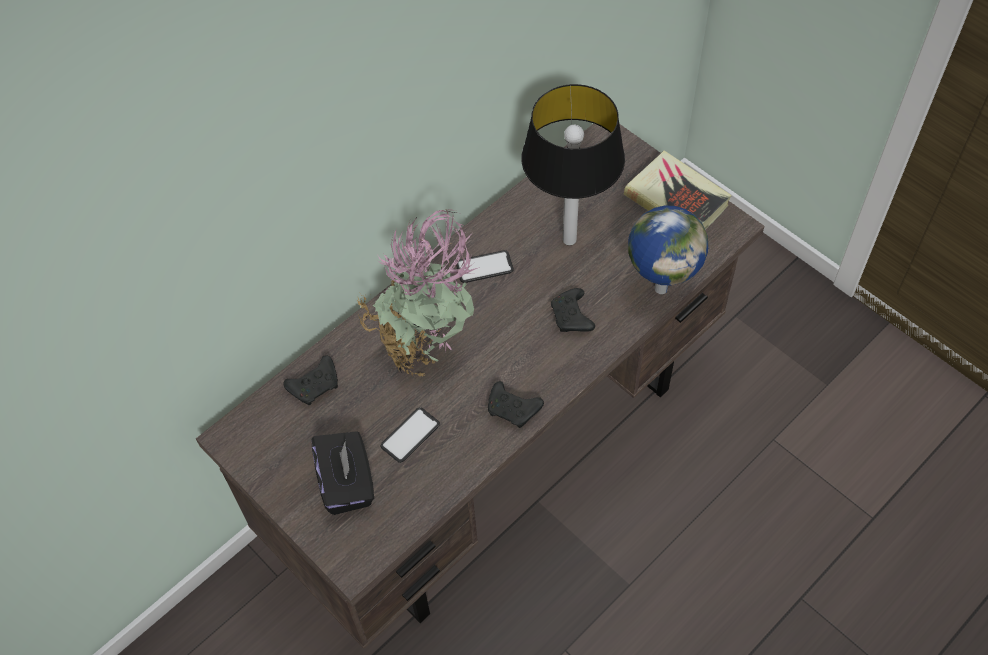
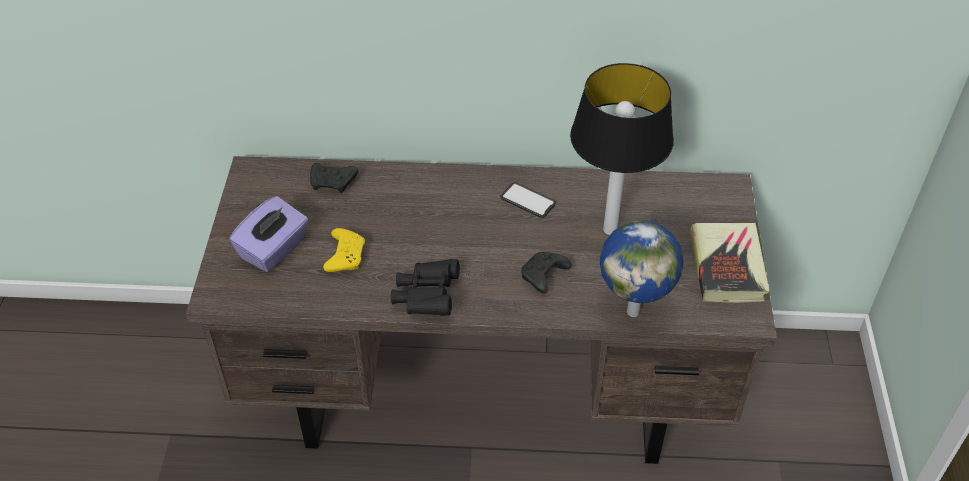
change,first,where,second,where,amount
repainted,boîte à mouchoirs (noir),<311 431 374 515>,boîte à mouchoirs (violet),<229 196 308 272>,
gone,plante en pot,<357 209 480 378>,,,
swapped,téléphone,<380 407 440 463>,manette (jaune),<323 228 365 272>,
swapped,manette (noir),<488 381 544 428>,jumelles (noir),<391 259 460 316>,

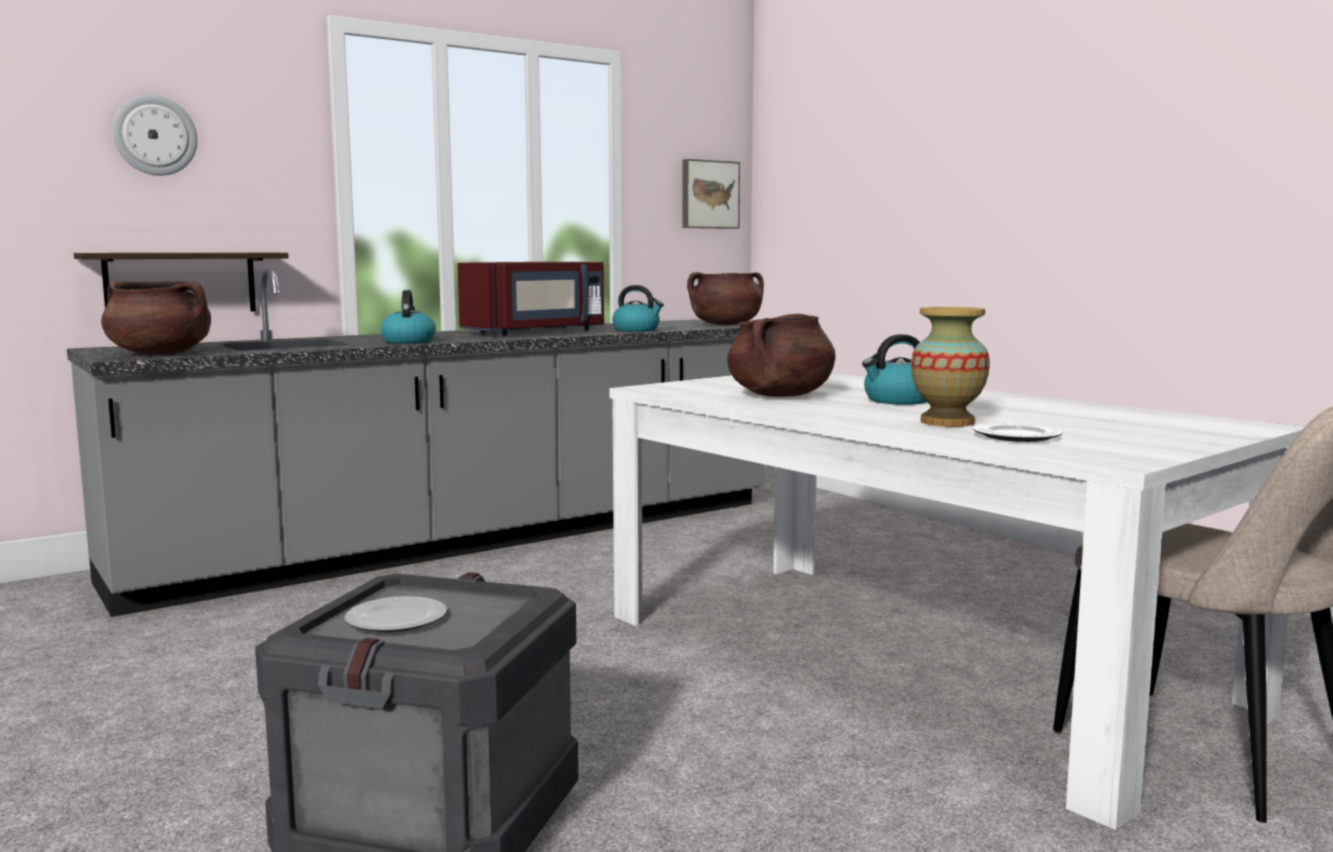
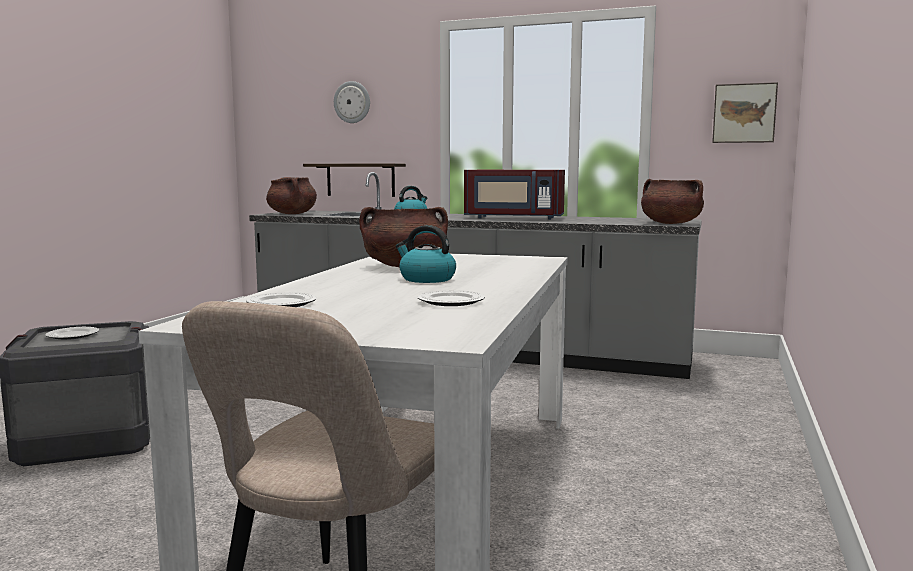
change,first,where,second,where,amount
gone,bouilloire,<612 285 664 332>,,,
gone,vase,<911 307 990 427>,,,
new,,,assiette,<418 290 485 306>,

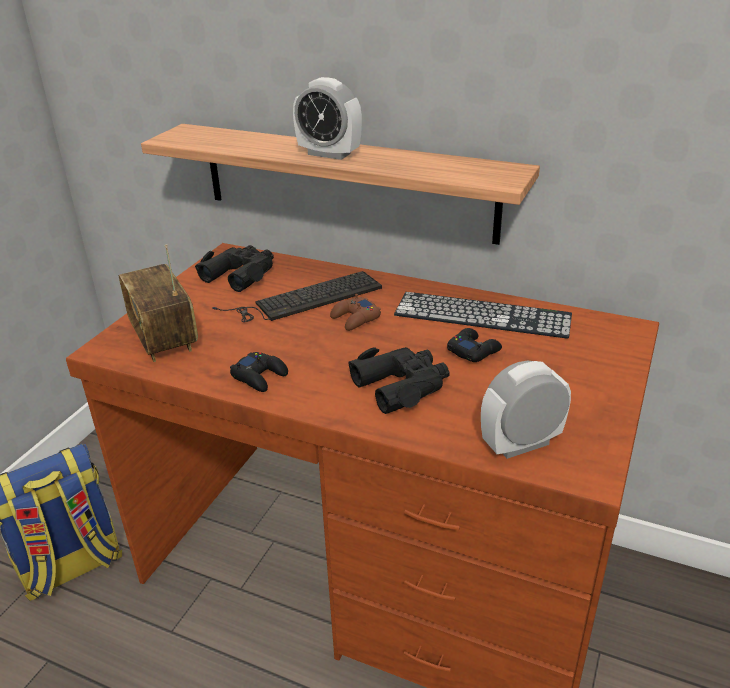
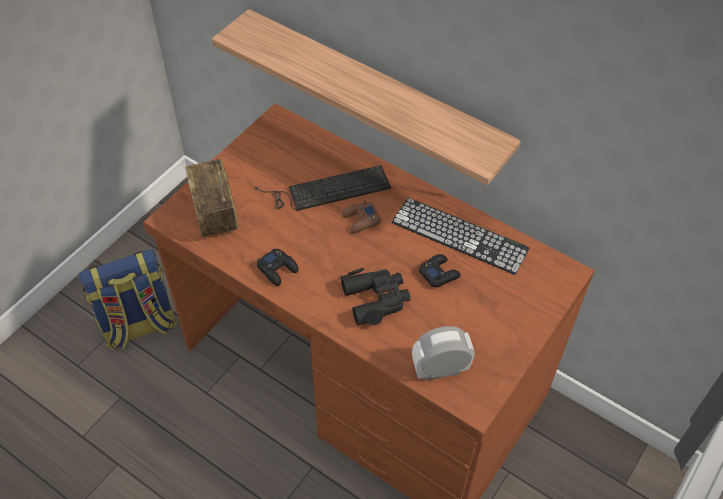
change,first,where,second,where,amount
gone,jumelles (noir),<195 245 274 292>,,,
gone,réveil,<293 77 362 160>,,,

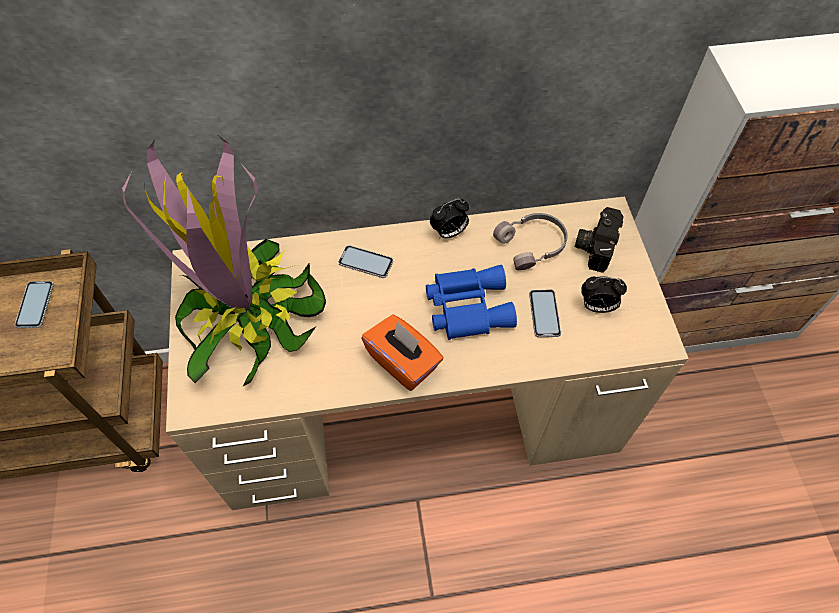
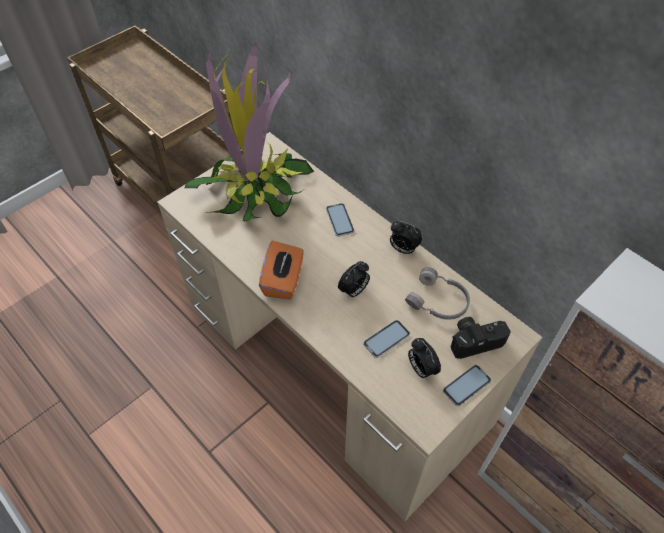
change,first,where,second,where,amount
shifted,téléphone,<15 281 54 328>,,<443 365 491 406>,
swapped,jumelles (bleu),<426 265 517 340>,réveil,<338 261 370 299>,

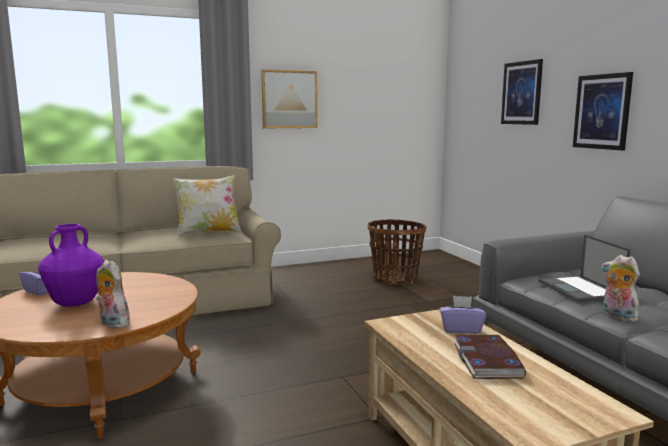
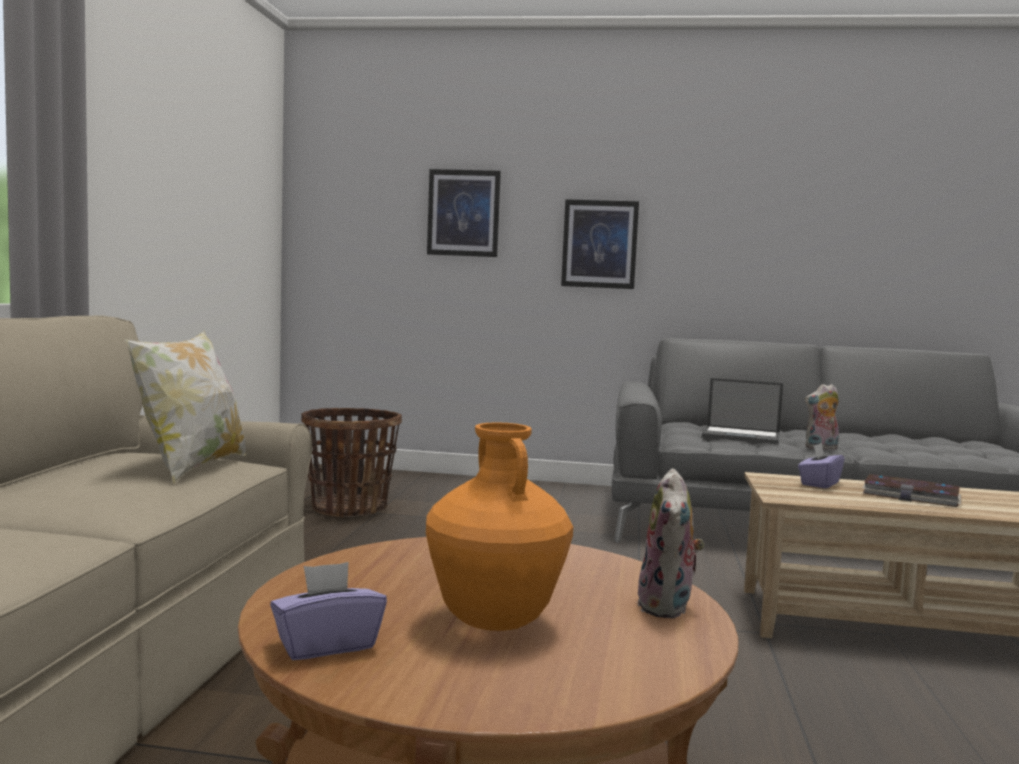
change,first,where,second,where,amount
repainted,vase (violet),<38 224 104 307>,vase (orange),<426 422 573 631>,
rotated,peluche,<96 260 130 329>,,<636 468 705 618>,60 degrees counterclockwise
gone,tableau,<261 69 318 128>,,,

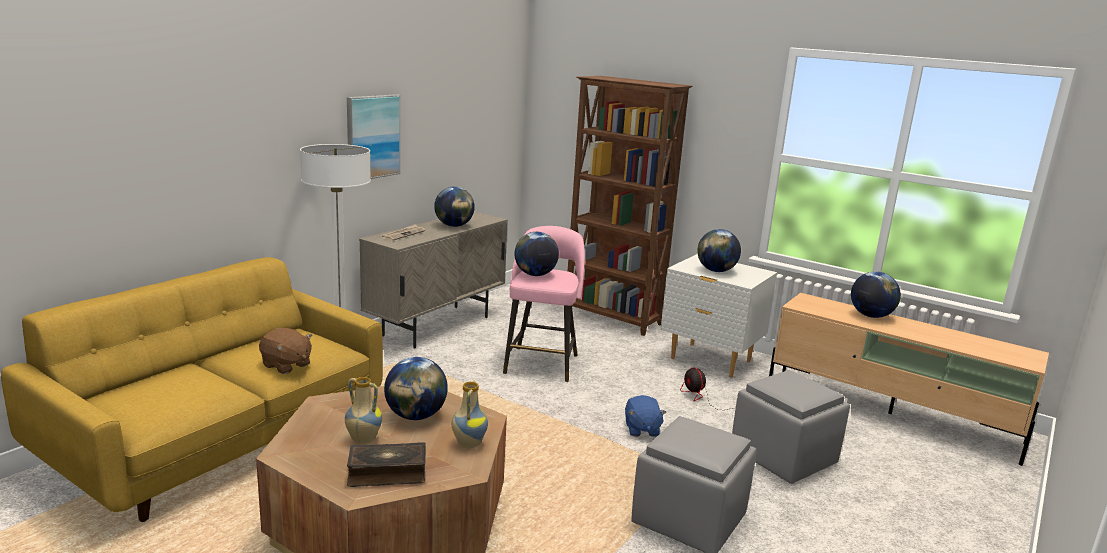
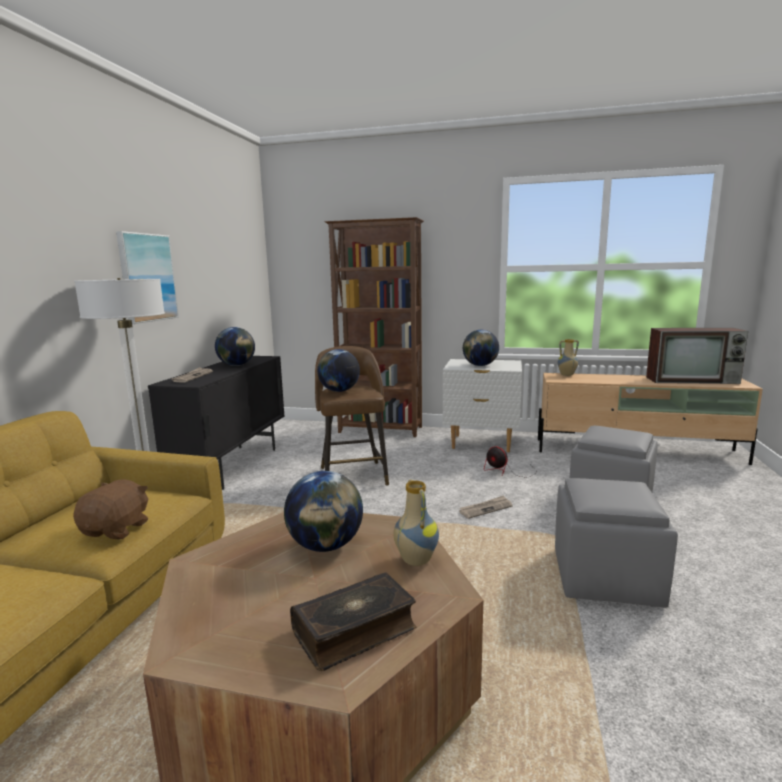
change,first,where,second,where,amount
rotated,peluche (marron),<259 328 312 374>,,<73 479 148 540>,90 degrees counterclockwise
shifted,vase,<345 377 382 444>,,<558 339 579 376>,
repainted,meuble de rangement (beige),<359 211 508 349>,meuble de rangement (noir),<148 356 284 490>,
repainted,tabouret (rose),<503 226 585 382>,tabouret (marron),<315 346 389 486>,
swapped,peluche (bleu),<625 395 666 437>,journal,<459 495 513 519>,
gone,globe,<851 271 901 318>,,,
new,,,téléviseur,<646 328 748 384>,

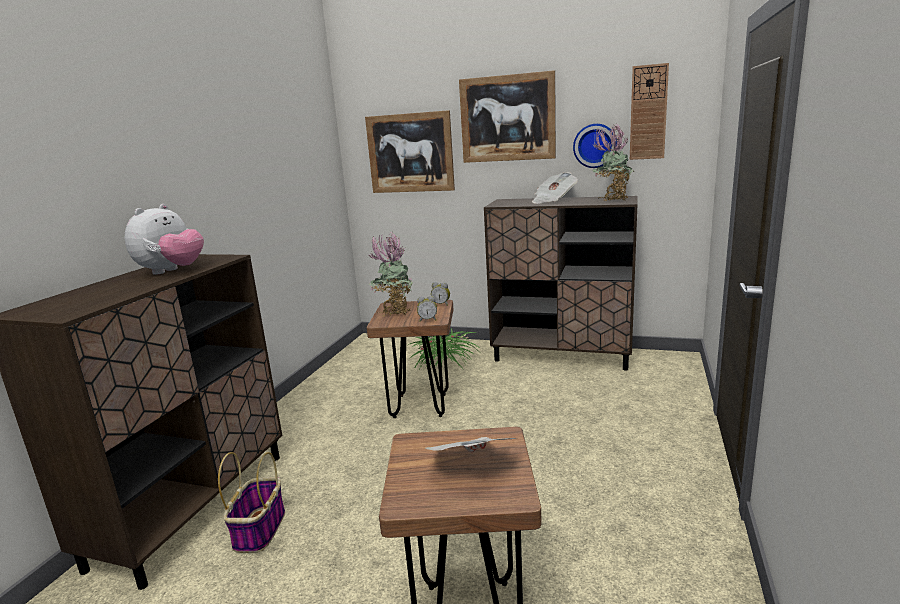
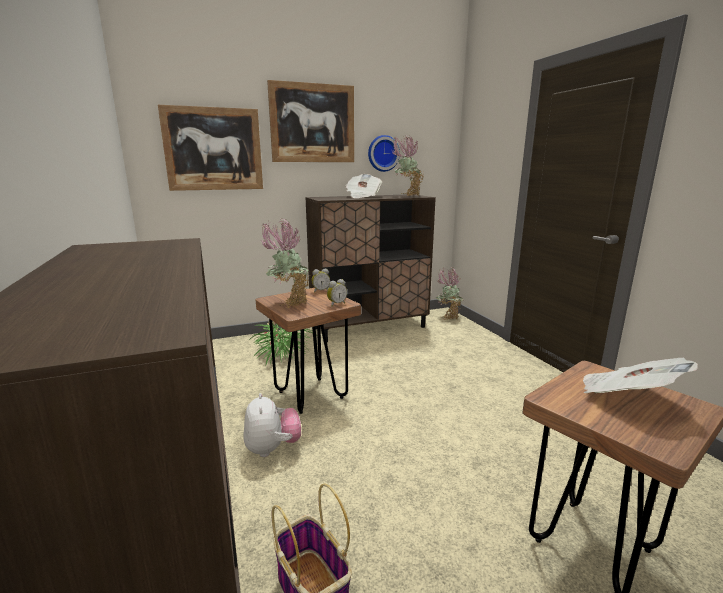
change,first,where,second,where,amount
shifted,peluche,<125 204 204 275>,,<243 393 301 457>,
gone,horloge murale,<630 63 669 160>,,,
new,,,plante en pot,<436 267 463 320>,

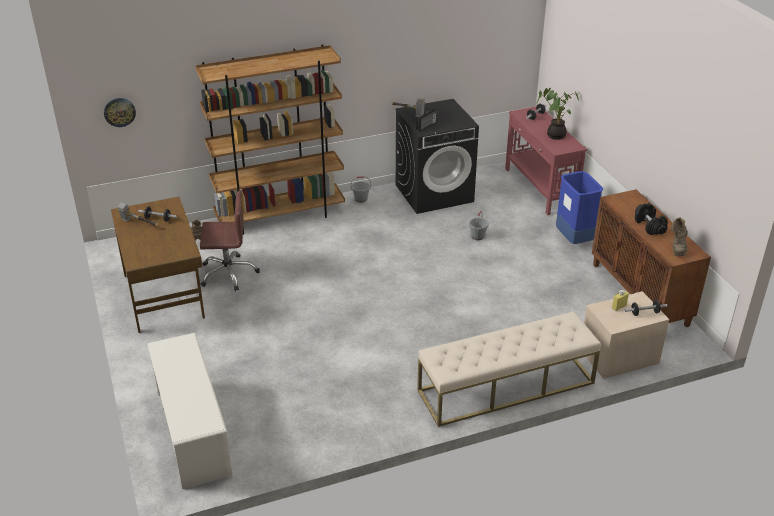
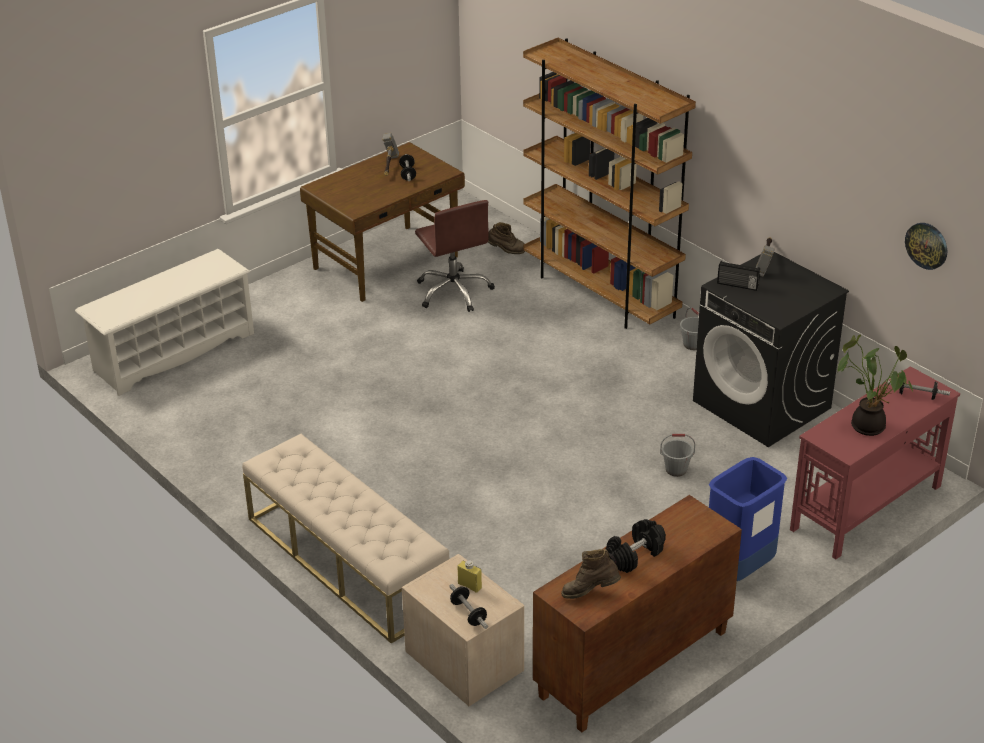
change,first,where,second,where,amount
shifted,horloge murale,<104 98 136 127>,,<905 223 947 270>,

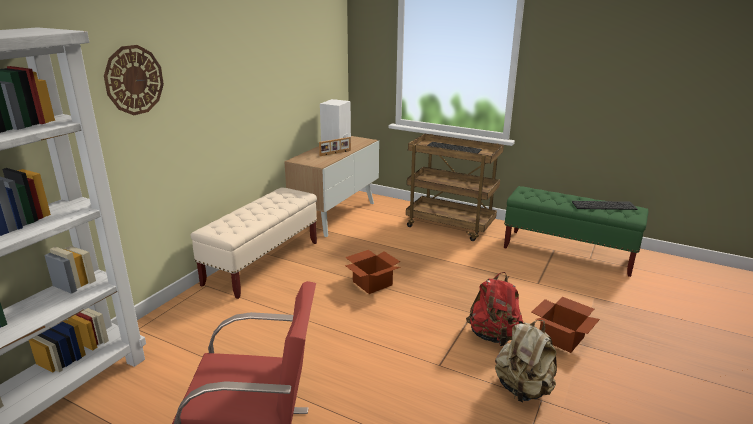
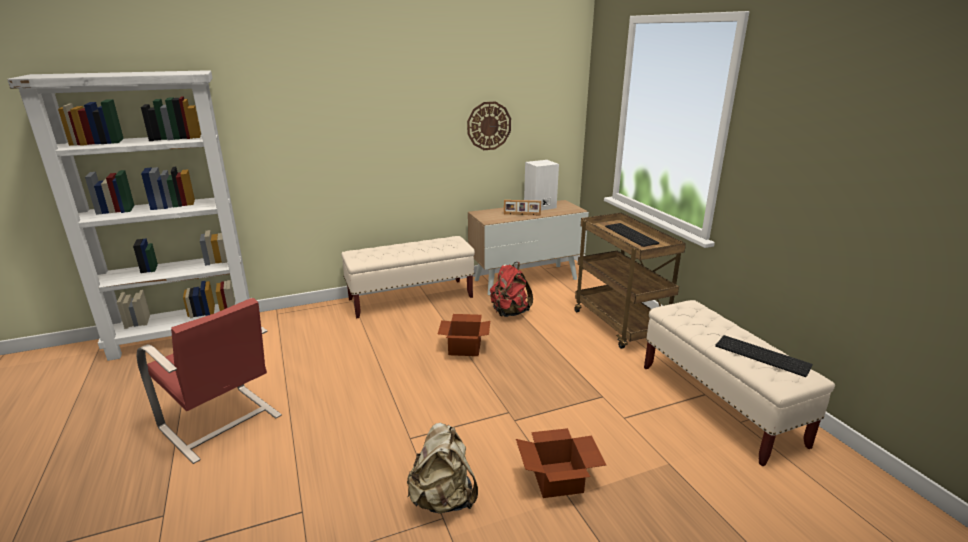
change,first,where,second,where,amount
shifted,horloge murale,<104 45 164 115>,,<467 102 511 150>,
shifted,sac à dos (rouge),<466 272 524 346>,,<490 262 533 317>,
repainted,banc (vert),<504 186 648 277>,banc (beige),<644 300 835 466>,

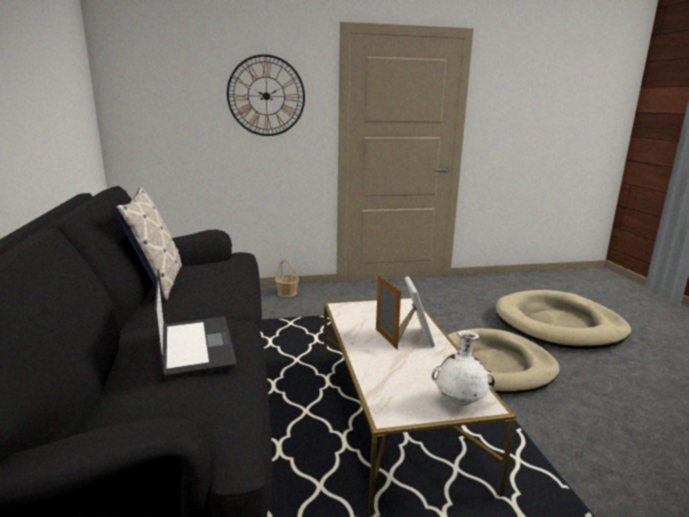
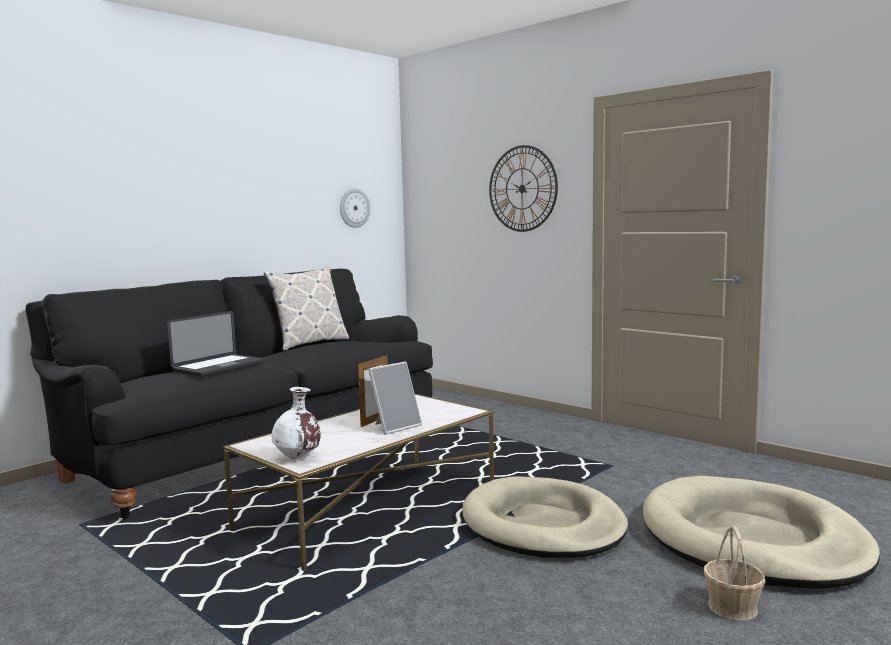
change,first,where,second,where,amount
shifted,panier,<275 260 299 297>,,<704 526 766 621>,
new,,,horloge murale,<340 189 370 228>,

